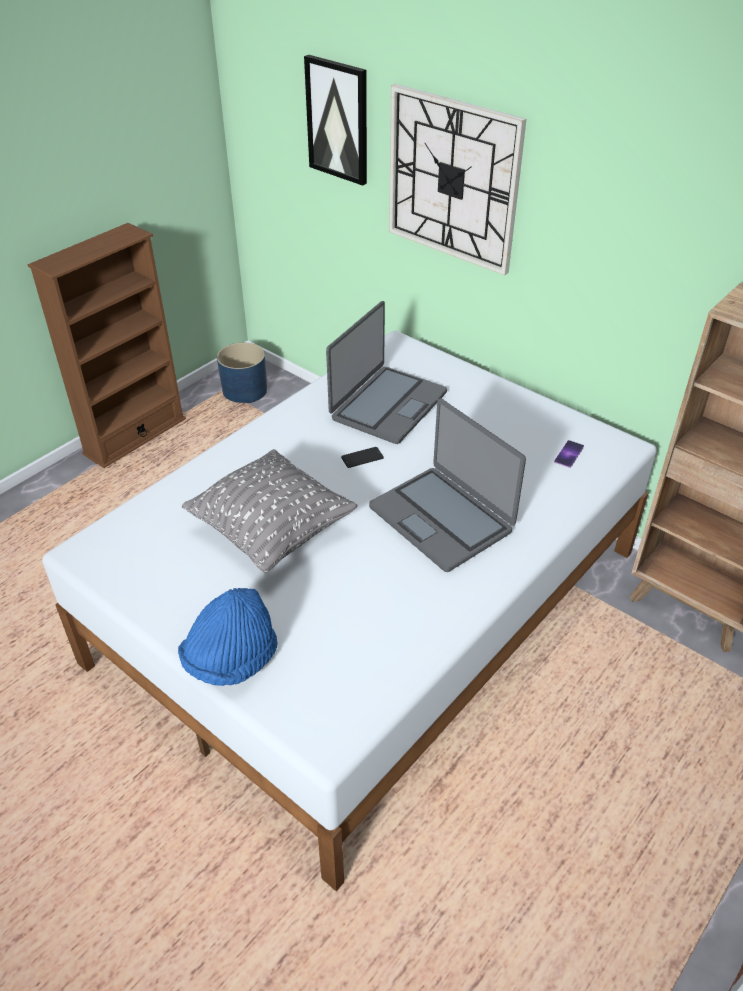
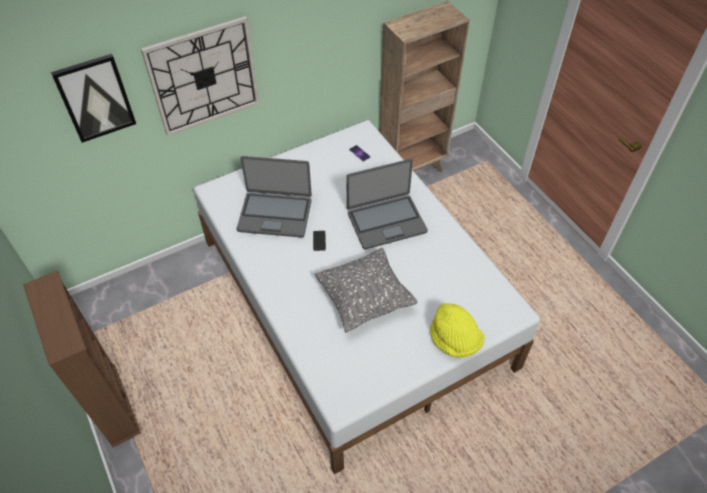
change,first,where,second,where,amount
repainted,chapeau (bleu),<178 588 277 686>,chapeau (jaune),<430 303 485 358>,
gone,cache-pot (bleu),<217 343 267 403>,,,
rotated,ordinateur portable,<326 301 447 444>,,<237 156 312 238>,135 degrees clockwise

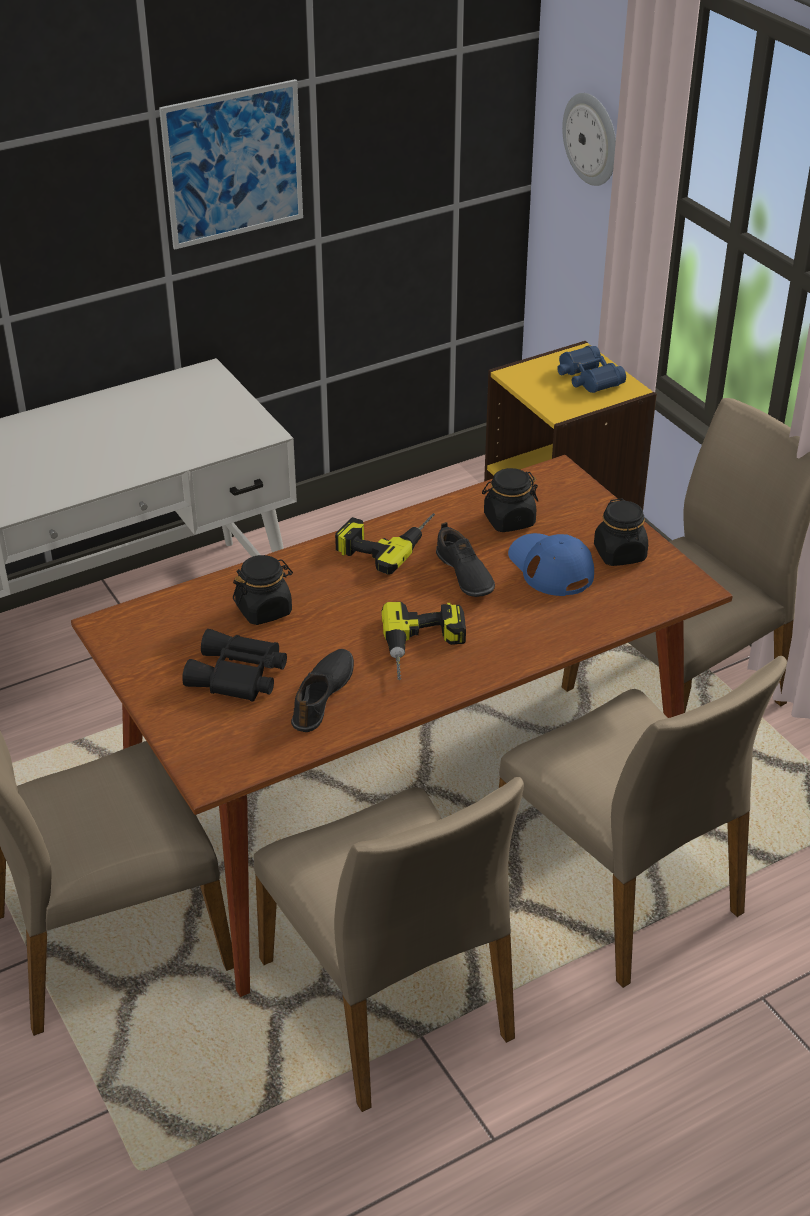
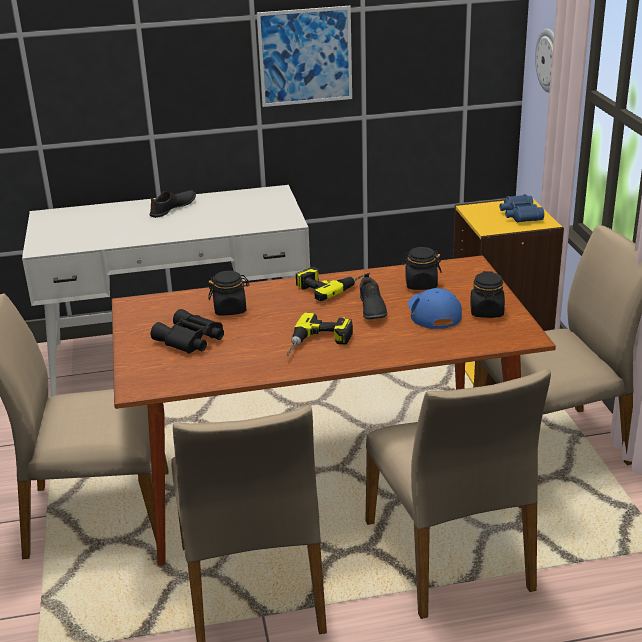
change,first,where,second,where,amount
shifted,chaussure (noir),<291 649 354 732>,,<150 190 196 218>,

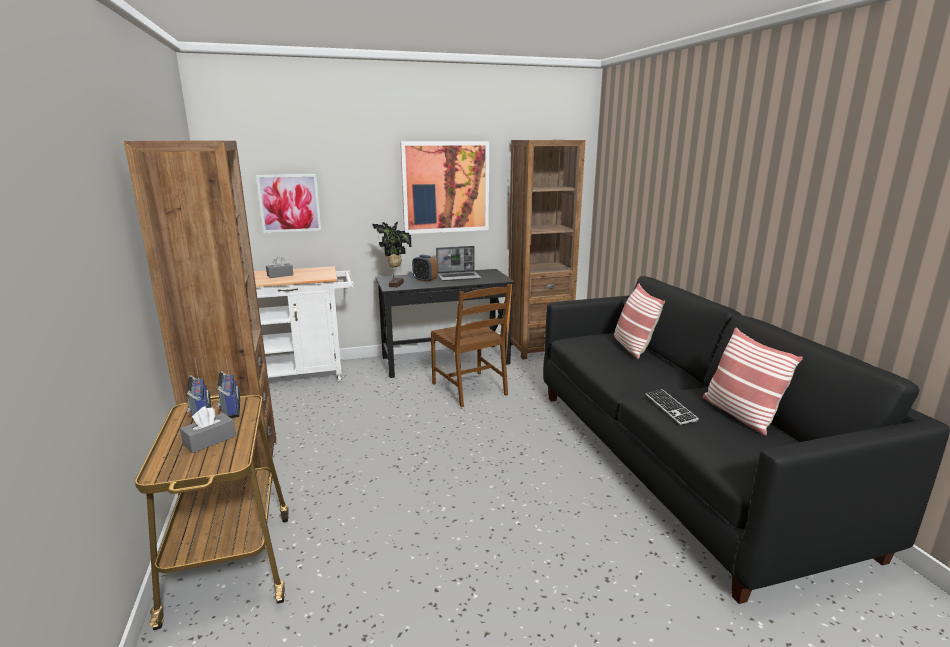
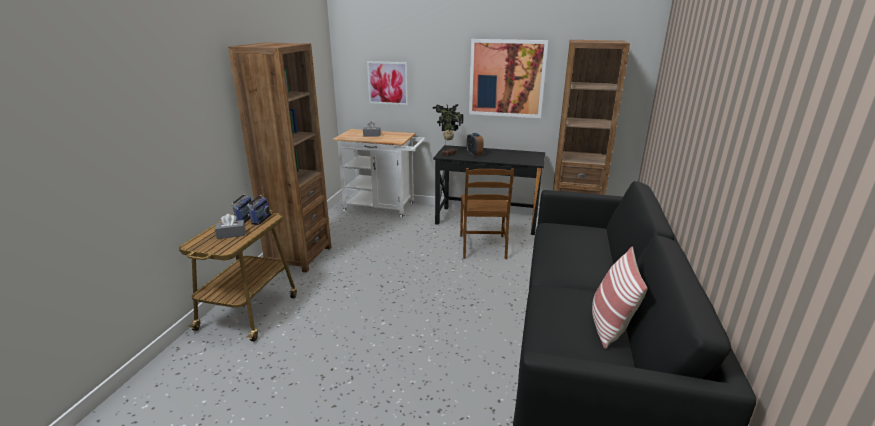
change,first,where,second,where,amount
gone,ordinateur portable,<436 246 482 281>,,,
gone,coussin,<614 283 665 359>,,,
gone,clavier,<645 389 699 425>,,,

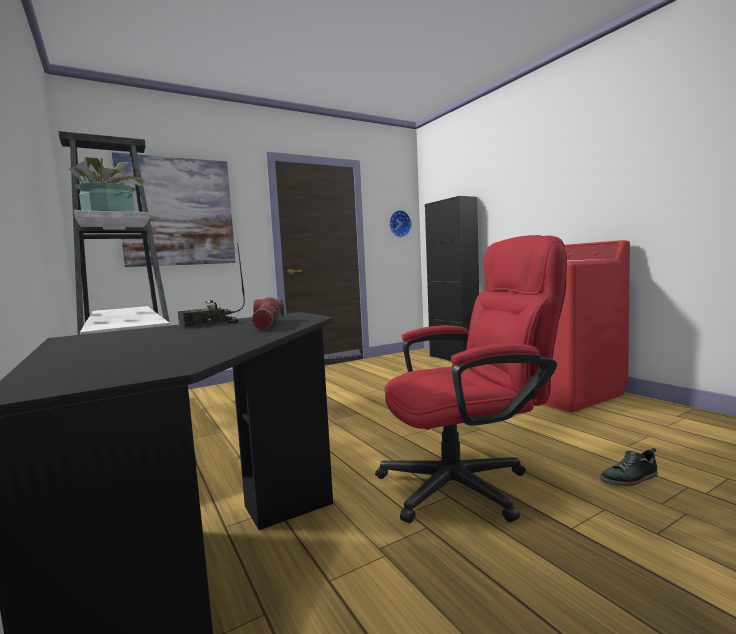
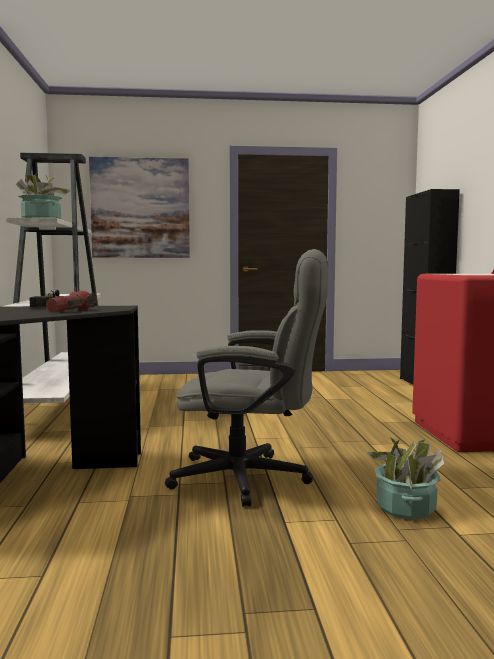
change,first,where,second,where,amount
repainted,chaise de bureau (rouge),<375 235 567 523>,chaise de bureau (gris),<165 249 328 507>,
gone,horloge murale,<389 210 411 237>,,,
swapped,chaussure,<600 448 657 486>,plante en pot,<366 437 444 520>,

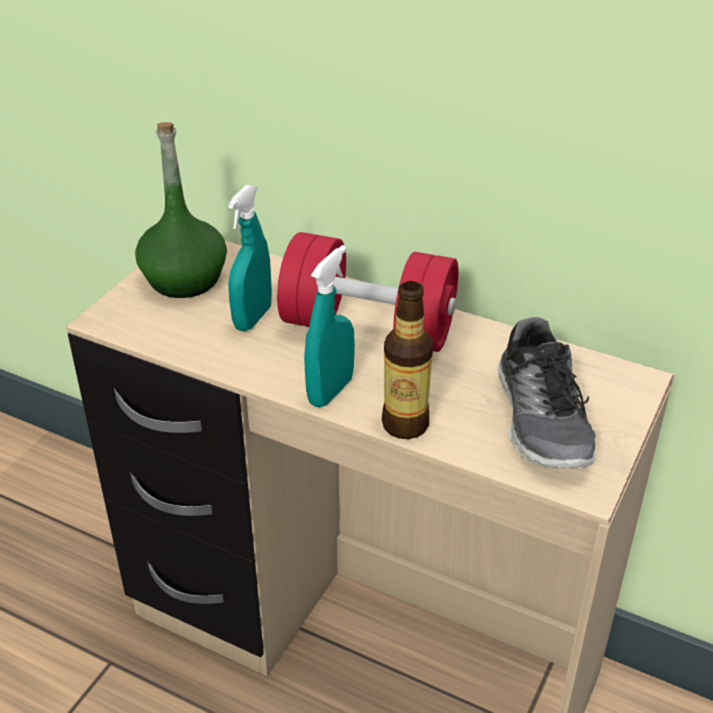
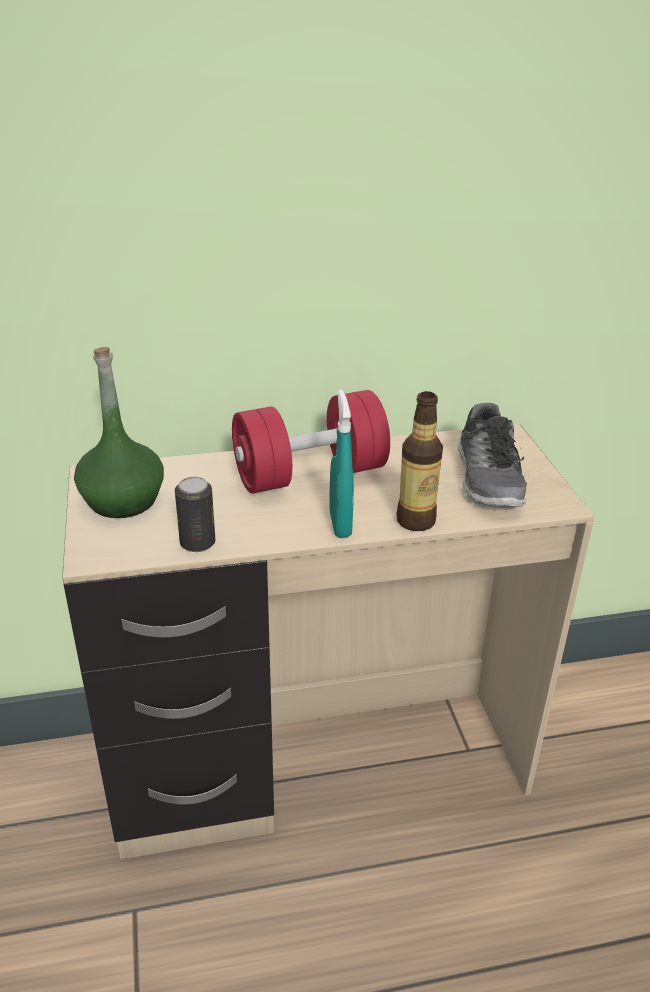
change,first,where,second,where,amount
gone,vaporisateur (turquoise),<228 185 272 331>,,,
rotated,chaussure,<497 317 596 468>,,<458 403 527 510>,45 degrees clockwise
new,,,boîte métallique,<175 477 215 552>,

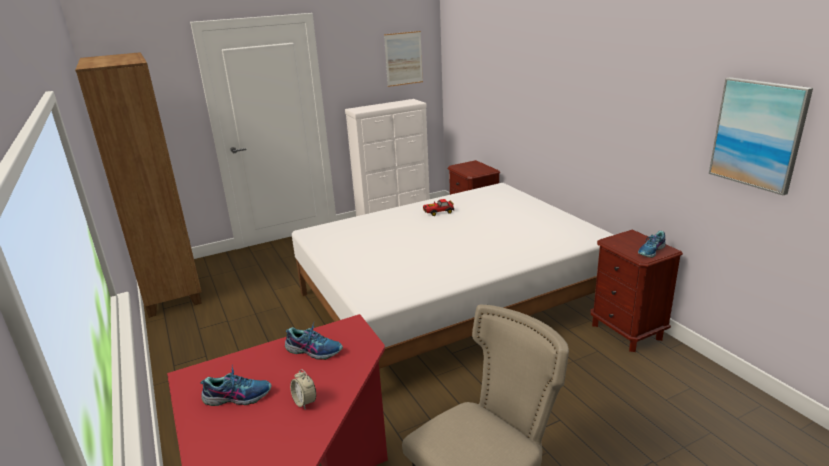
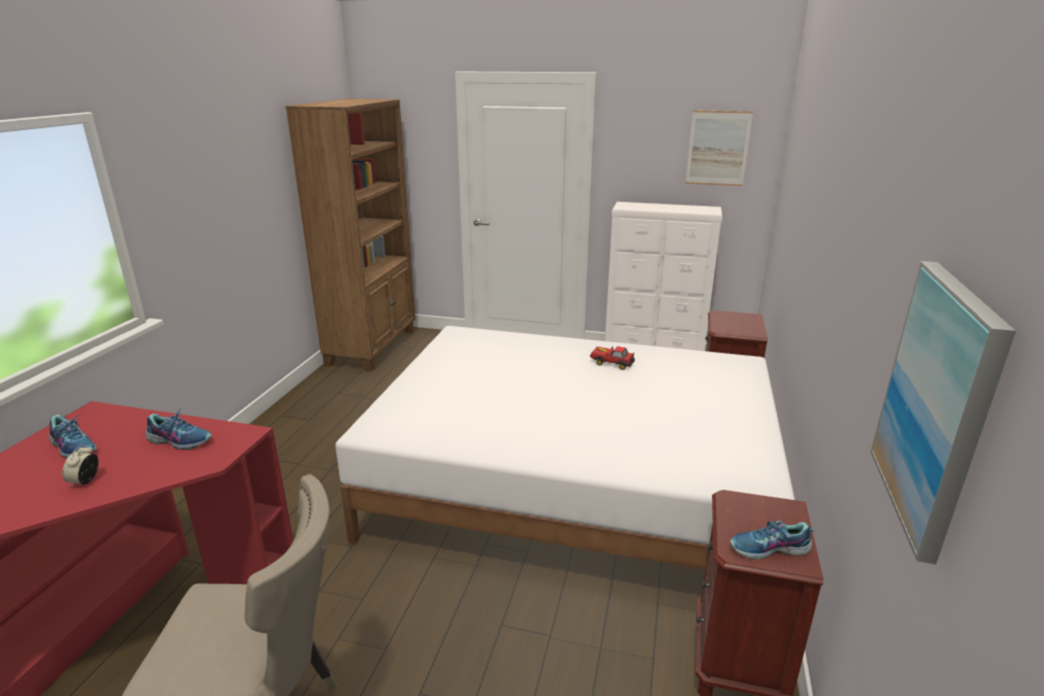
change,first,where,second,where,amount
rotated,chaussure,<285 322 343 360>,,<146 409 212 450>,45 degrees counterclockwise

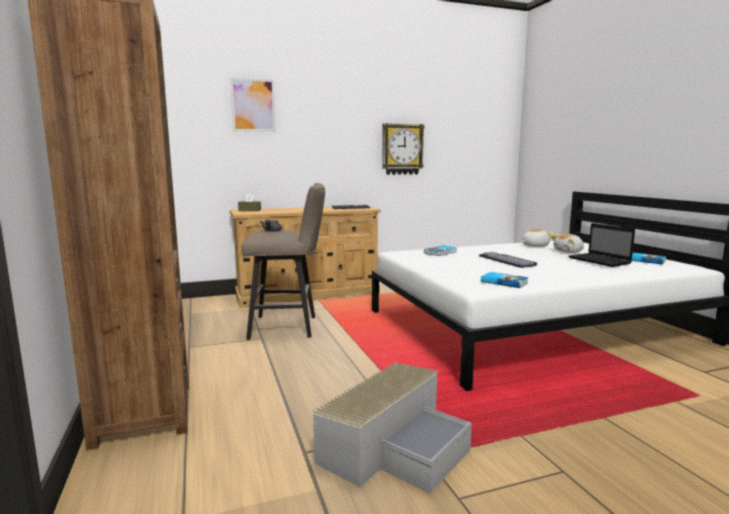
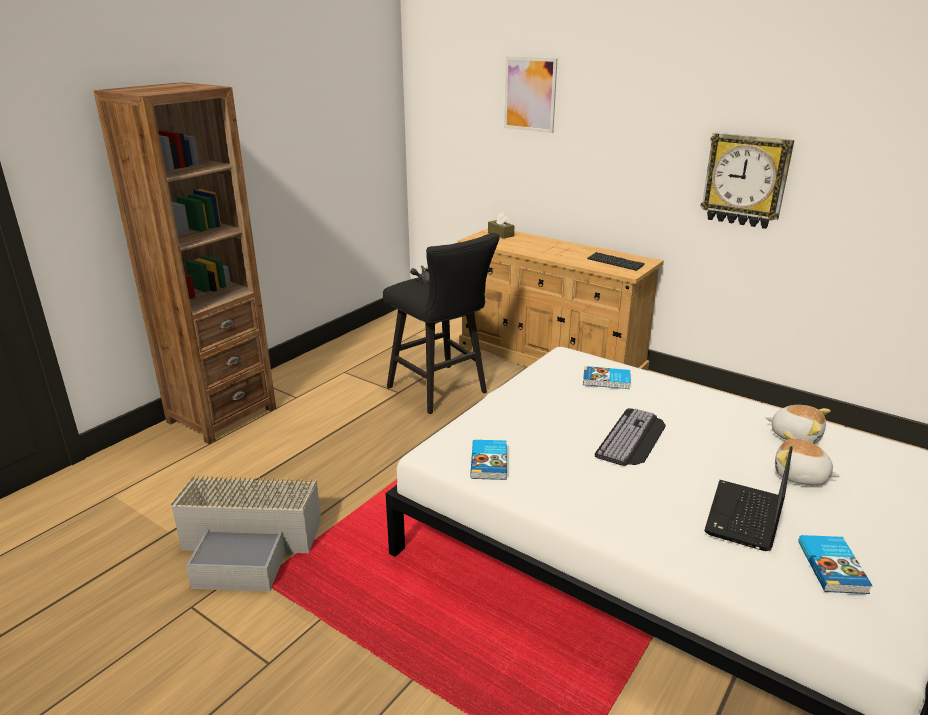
change,first,where,second,where,amount
repainted,tabouret (beige),<241 183 325 340>,tabouret (noir),<383 233 499 414>,

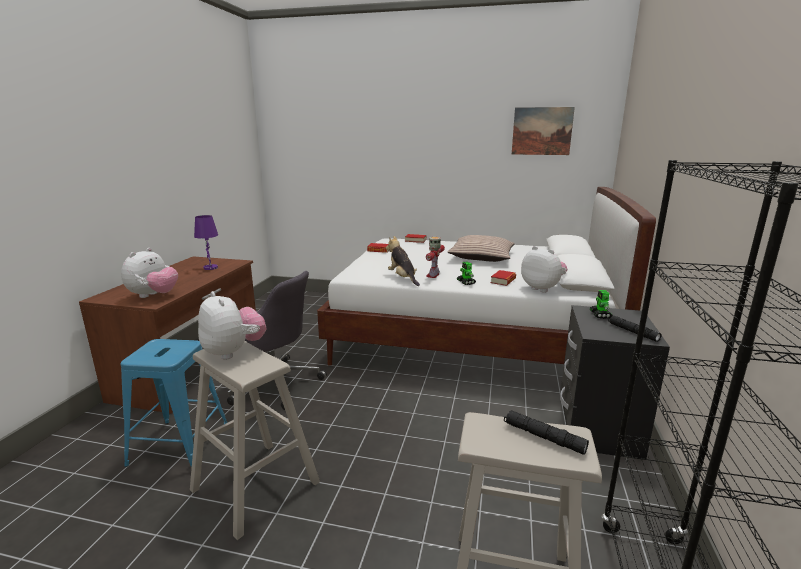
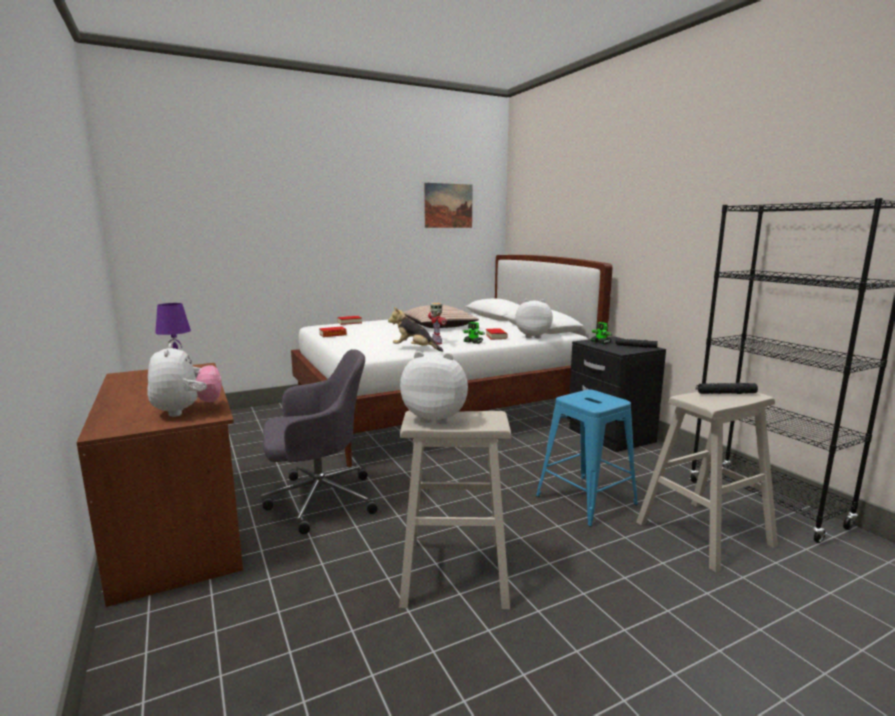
change,first,where,second,where,amount
shifted,tabouret (bleu),<120 339 227 467>,,<536 390 638 527>,

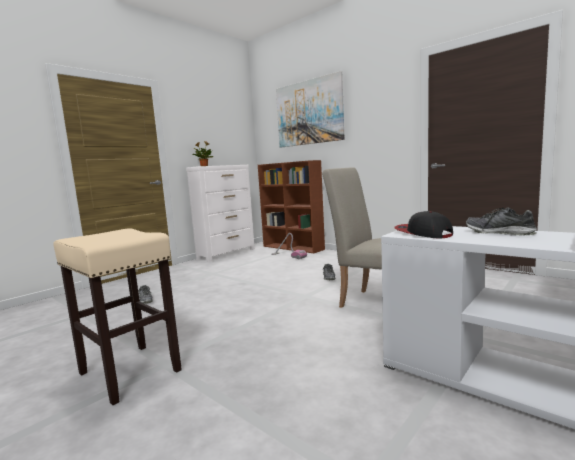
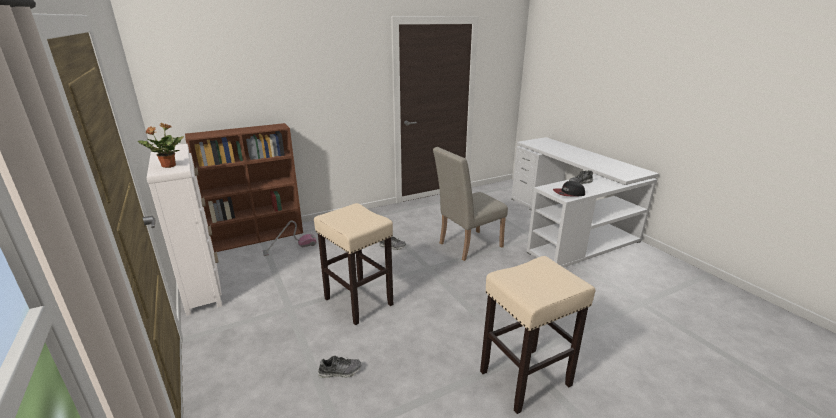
change,first,where,second,where,amount
gone,tableau,<276 71 345 148>,,,
new,,,tabouret (beige),<314 203 393 325>,

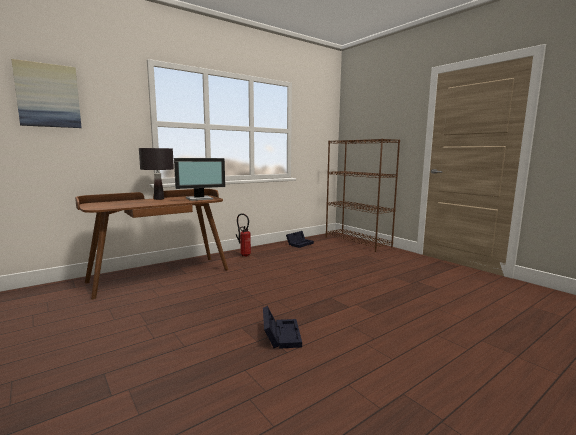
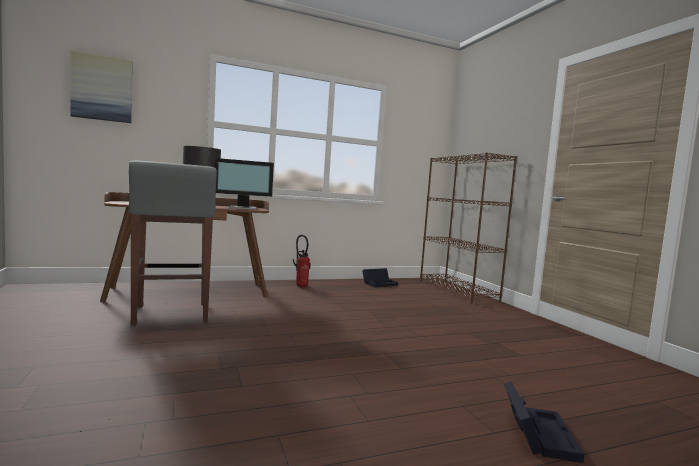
change,first,where,second,where,amount
shifted,boîte de rangement (noir),<263 306 302 349>,,<504 382 585 463>,
new,,,tabouret (gris),<129 160 217 325>,

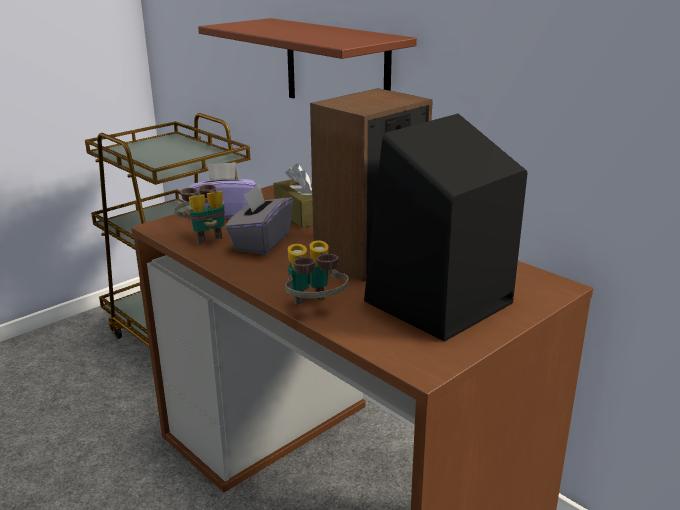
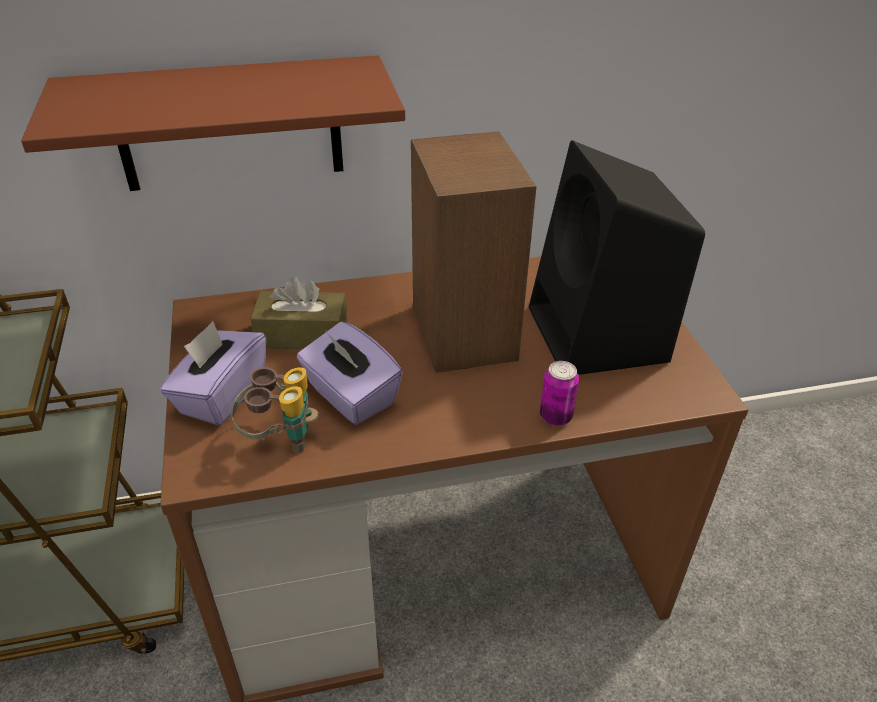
change,first,where,second,where,amount
repainted,boîte à mouchoirs (gris),<225 184 294 255>,boîte à mouchoirs (violet),<297 322 403 425>,
swapped,jumelles,<285 240 349 305>,boîte métallique,<540 361 579 426>,

